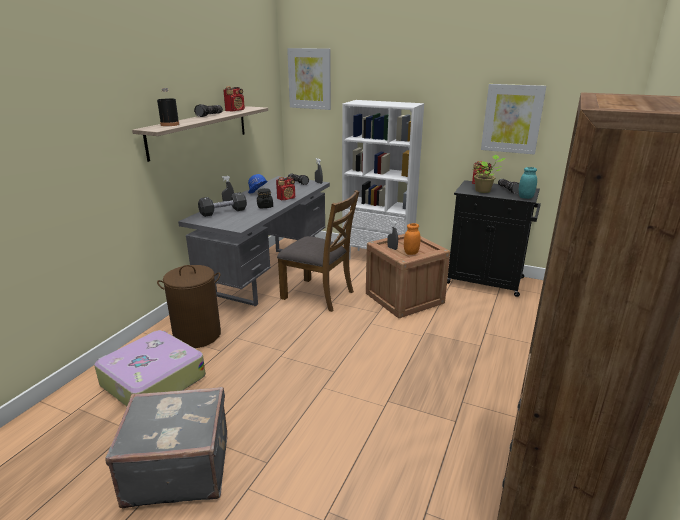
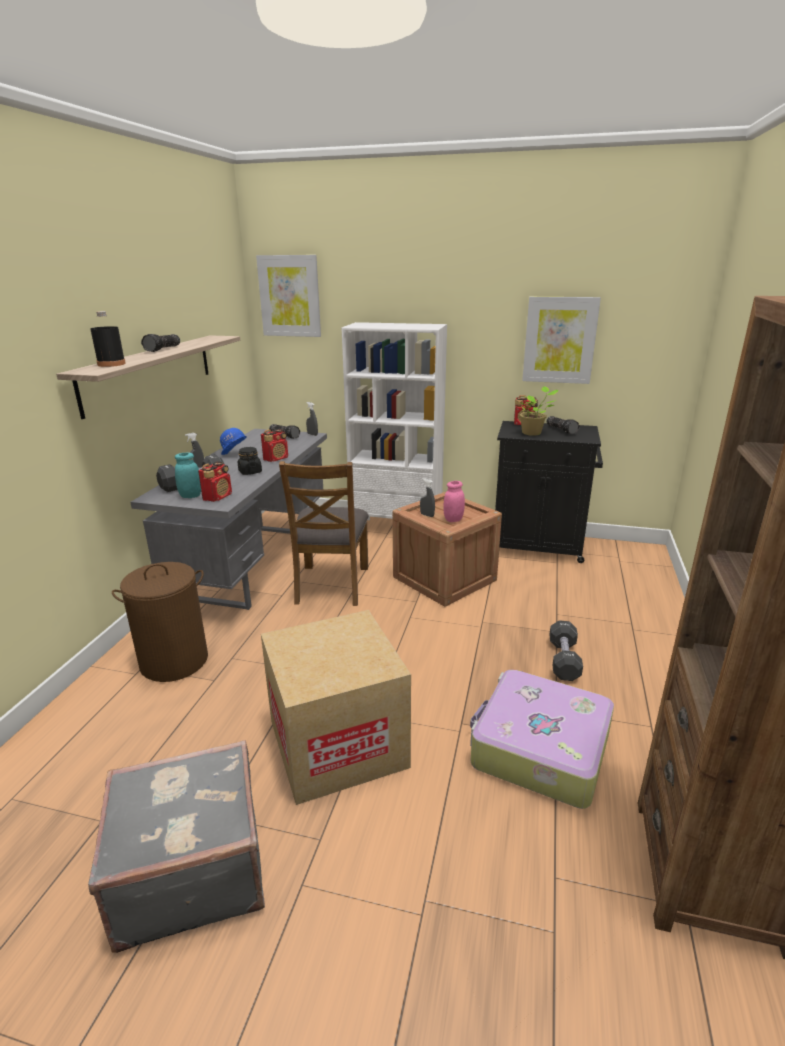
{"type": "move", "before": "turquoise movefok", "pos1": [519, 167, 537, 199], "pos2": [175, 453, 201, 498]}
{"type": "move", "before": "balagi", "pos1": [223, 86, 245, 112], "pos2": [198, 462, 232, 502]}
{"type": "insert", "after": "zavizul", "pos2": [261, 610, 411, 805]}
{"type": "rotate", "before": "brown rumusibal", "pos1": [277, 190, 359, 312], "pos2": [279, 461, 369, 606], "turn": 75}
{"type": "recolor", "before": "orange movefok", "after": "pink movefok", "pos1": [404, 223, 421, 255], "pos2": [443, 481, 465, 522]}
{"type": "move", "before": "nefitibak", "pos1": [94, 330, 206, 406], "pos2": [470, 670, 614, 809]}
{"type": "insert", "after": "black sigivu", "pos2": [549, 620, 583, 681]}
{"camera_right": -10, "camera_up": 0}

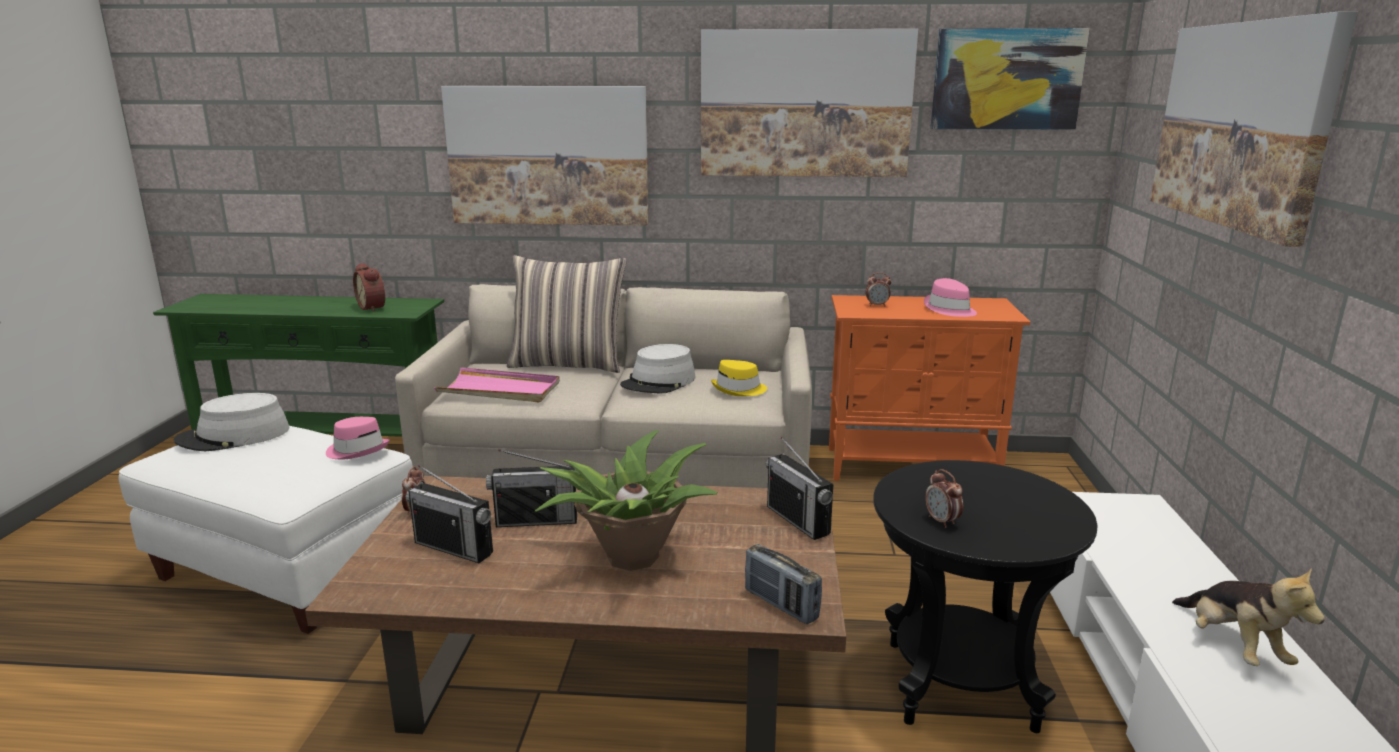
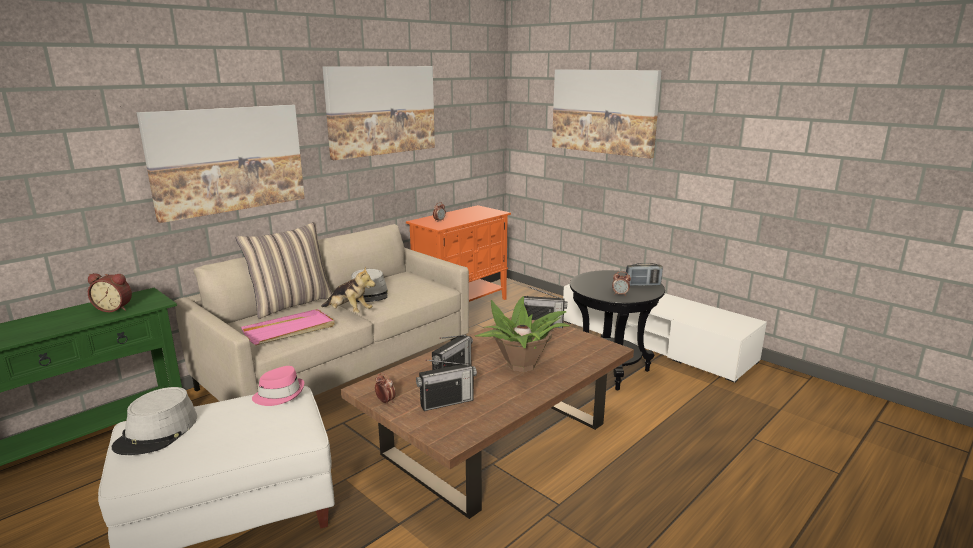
{"type": "move", "before": "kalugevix", "pos1": [1172, 568, 1325, 666], "pos2": [321, 266, 375, 313]}
{"type": "move", "before": "balagi", "pos1": [745, 544, 822, 624], "pos2": [626, 263, 663, 286]}
{"type": "delete", "before": "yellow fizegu", "pos1": [711, 360, 767, 396]}
{"type": "delete", "before": "pink fizegu", "pos1": [924, 278, 977, 317]}
{"type": "delete", "before": "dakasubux", "pos1": [931, 28, 1090, 130]}
{"camera_right": -50, "camera_up": 0}

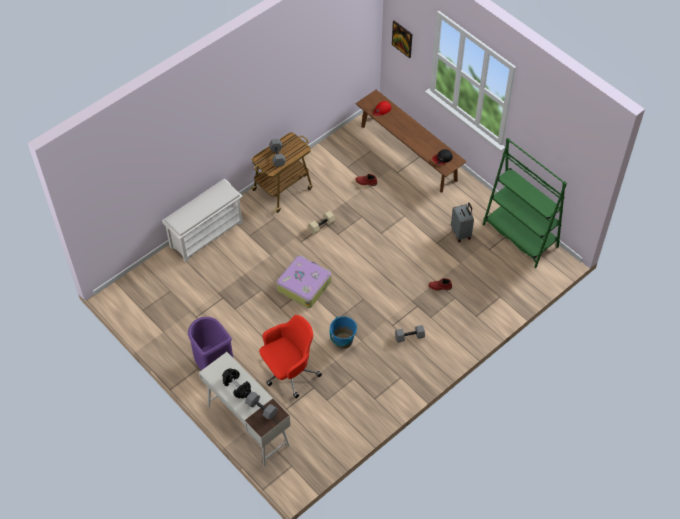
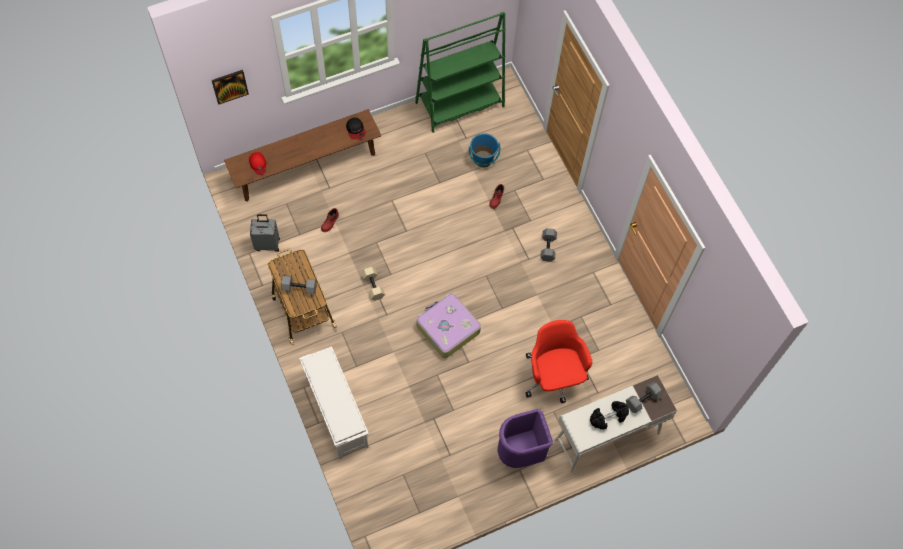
{"type": "move", "before": "grey nefitibak", "pos1": [451, 203, 474, 242], "pos2": [250, 214, 280, 252]}
{"type": "move", "before": "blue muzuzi", "pos1": [330, 316, 357, 349], "pos2": [469, 133, 500, 167]}
{"camera_right": -75, "camera_up": 10}

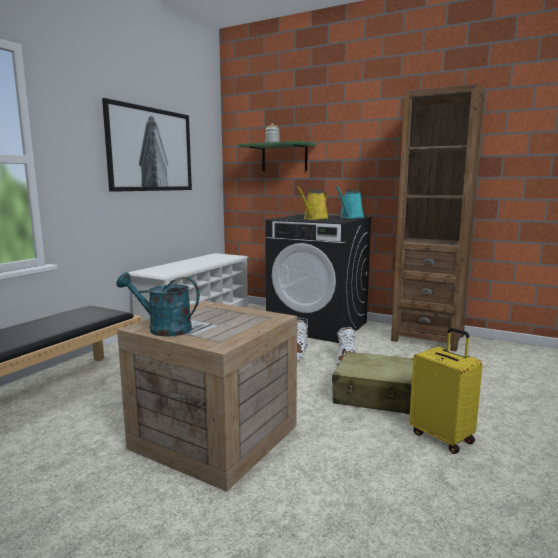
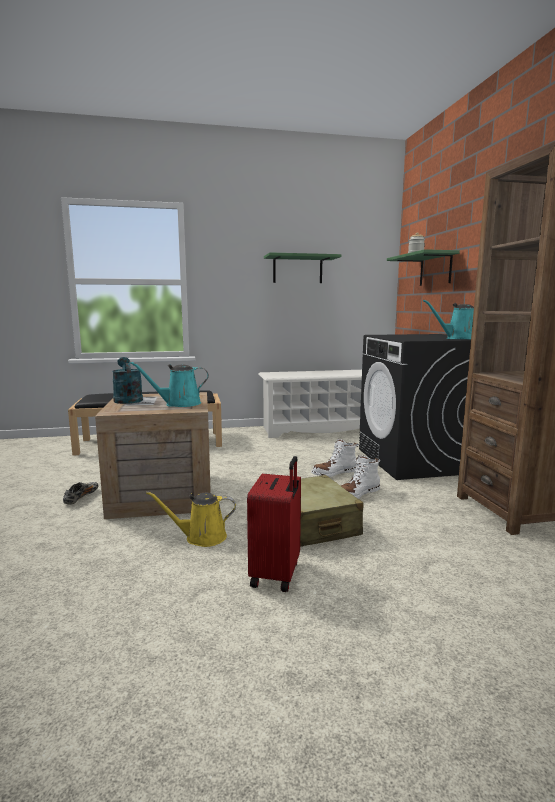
{"type": "insert", "after": "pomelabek", "pos2": [63, 482, 99, 505]}
{"type": "insert", "after": "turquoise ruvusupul", "pos2": [130, 362, 209, 407]}
{"type": "move", "before": "yellow ruvusupul", "pos1": [297, 186, 329, 220], "pos2": [146, 491, 236, 547]}
{"type": "recolor", "before": "yellow nefitibak", "after": "red nefitibak", "pos1": [409, 328, 483, 454], "pos2": [247, 456, 301, 592]}
{"type": "replace", "before": "dakasubux", "after": "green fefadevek", "pos1": [102, 98, 192, 192], "pos2": [264, 252, 342, 283]}
{"camera_right": 50, "camera_up": 0}

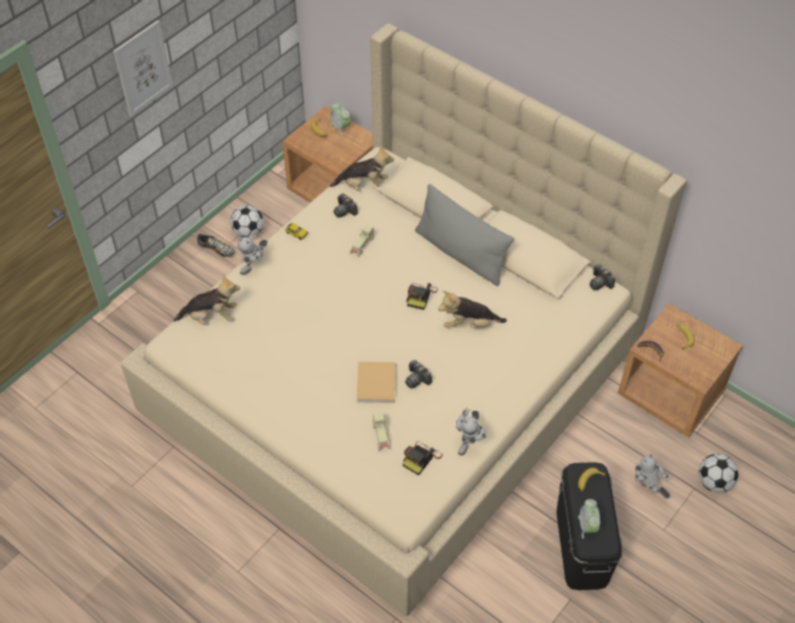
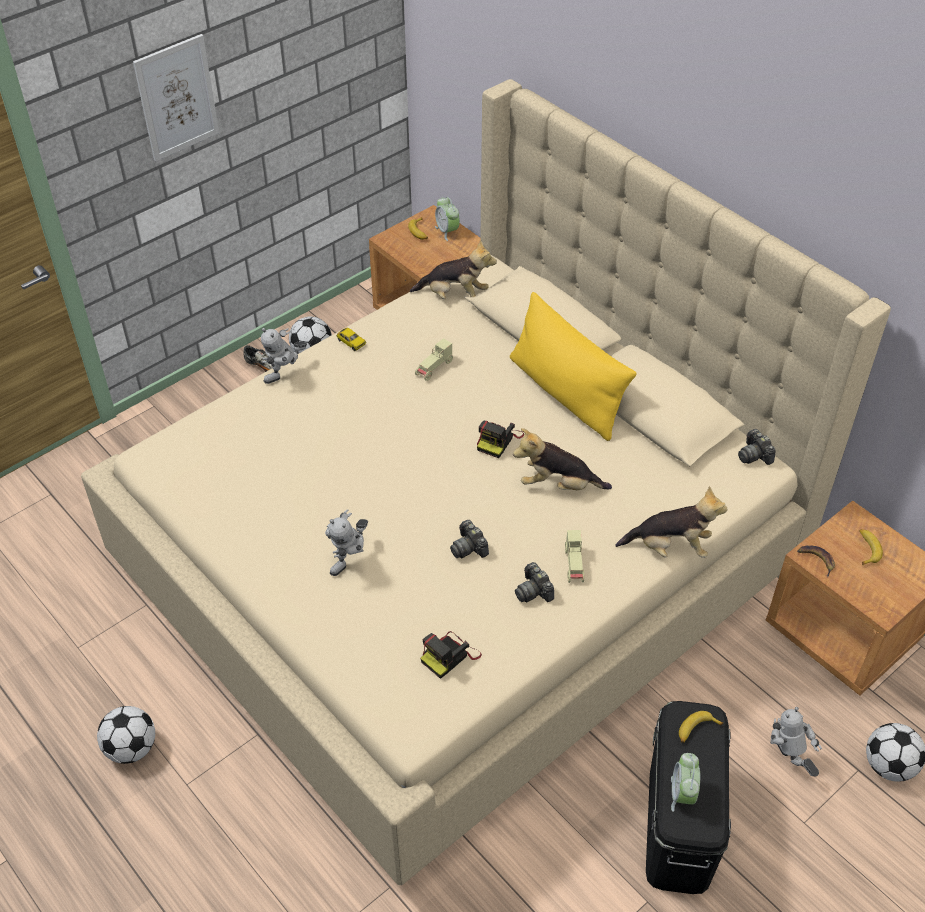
{"type": "insert", "after": "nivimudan", "pos2": [97, 706, 155, 764]}
{"type": "move", "before": "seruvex", "pos1": [456, 407, 486, 456], "pos2": [325, 509, 368, 576]}
{"type": "recolor", "before": "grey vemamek", "after": "yellow vemamek", "pos1": [415, 184, 515, 286], "pos2": [510, 292, 637, 441]}
{"type": "move", "before": "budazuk", "pos1": [333, 193, 358, 218], "pos2": [515, 562, 554, 603]}
{"type": "move", "before": "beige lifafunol", "pos1": [373, 411, 390, 451], "pos2": [565, 530, 585, 583]}
{"type": "move", "before": "kalugevix", "pos1": [173, 275, 240, 325], "pos2": [615, 486, 727, 558]}
{"type": "delete", "before": "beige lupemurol", "pos1": [357, 362, 395, 403]}
{"camera_right": 10, "camera_up": -5}

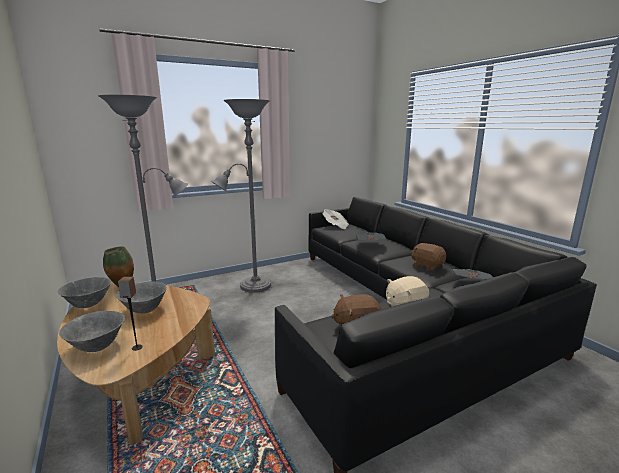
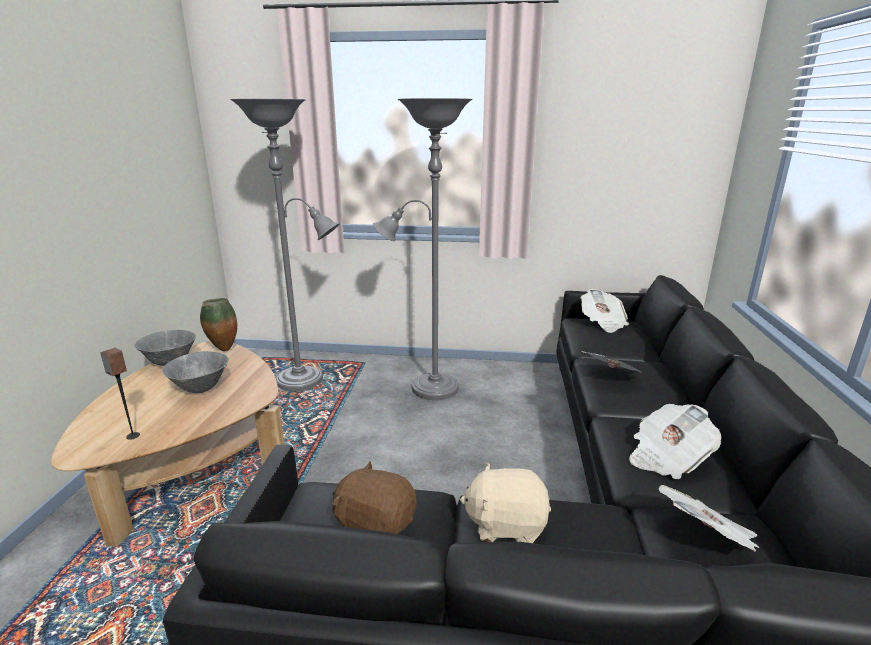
{"type": "replace", "before": "brown kalugevix", "after": "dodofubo", "pos1": [411, 243, 446, 271], "pos2": [629, 404, 721, 479]}
{"type": "delete", "before": "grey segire", "pos1": [59, 311, 125, 352]}
{"camera_right": 35, "camera_up": 5}

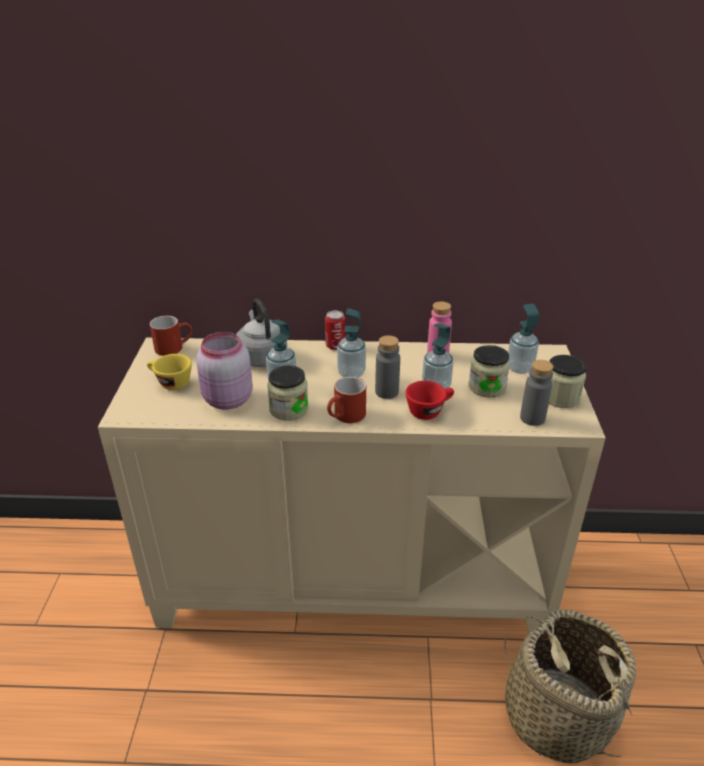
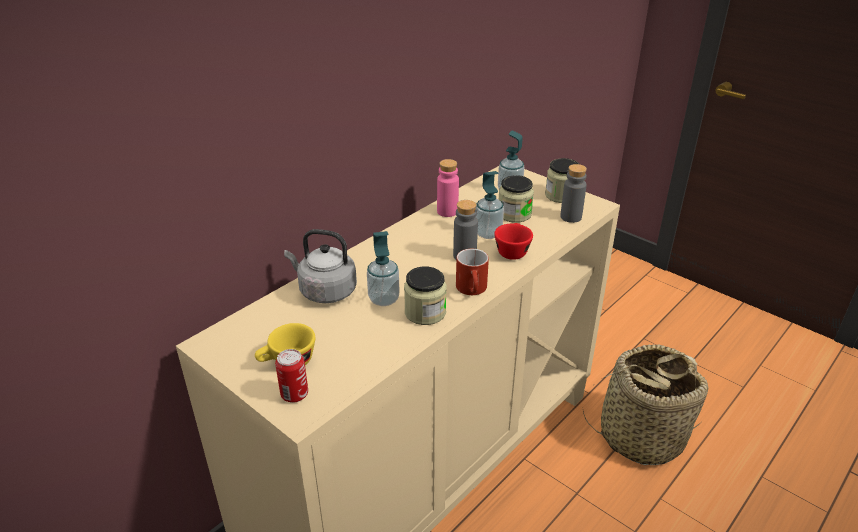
{"type": "move", "before": "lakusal", "pos1": [325, 310, 345, 350], "pos2": [275, 349, 308, 403]}
{"type": "delete", "before": "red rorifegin", "pos1": [150, 316, 192, 356]}
{"type": "delete", "before": "pink movefok", "pos1": [196, 332, 253, 409]}
{"type": "delete", "before": "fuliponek", "pos1": [337, 308, 366, 378]}
{"camera_right": -50, "camera_up": 0}

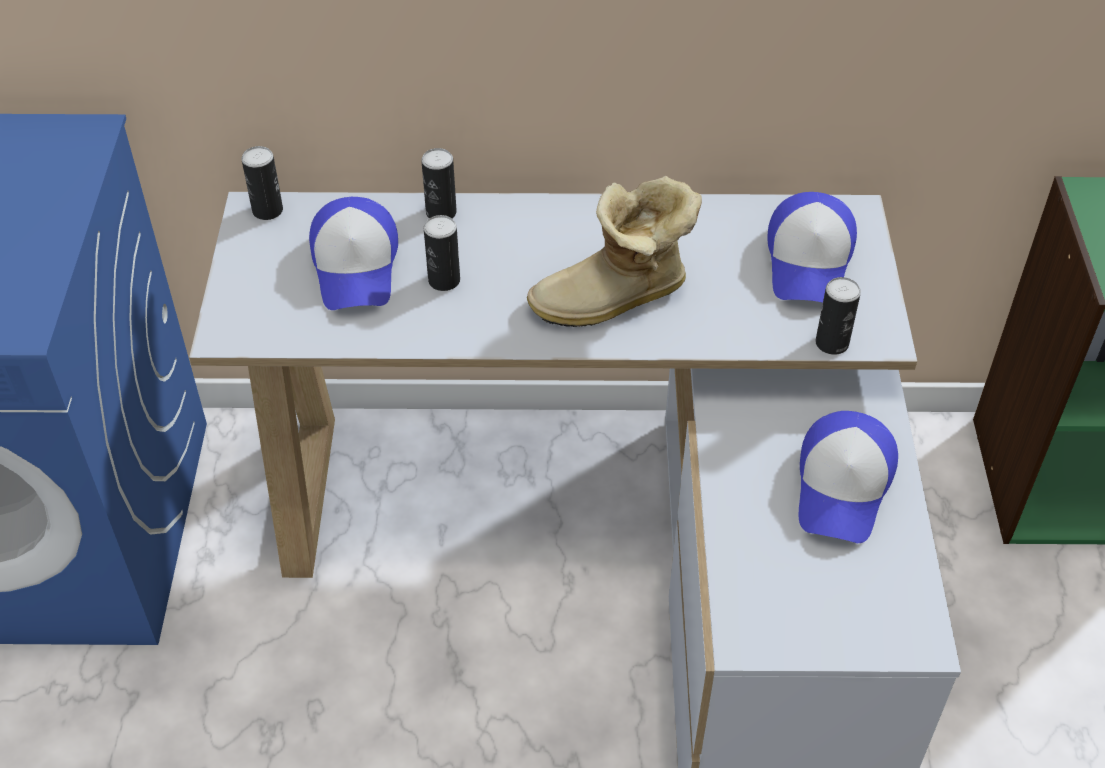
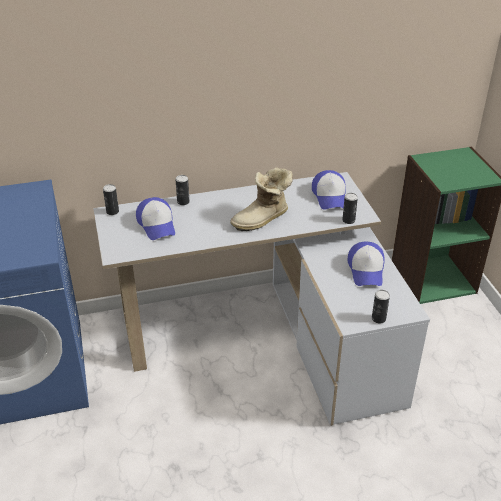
{"type": "move", "before": "lakusal", "pos1": [424, 215, 460, 291], "pos2": [372, 290, 390, 323]}
{"camera_right": -15, "camera_up": -10}

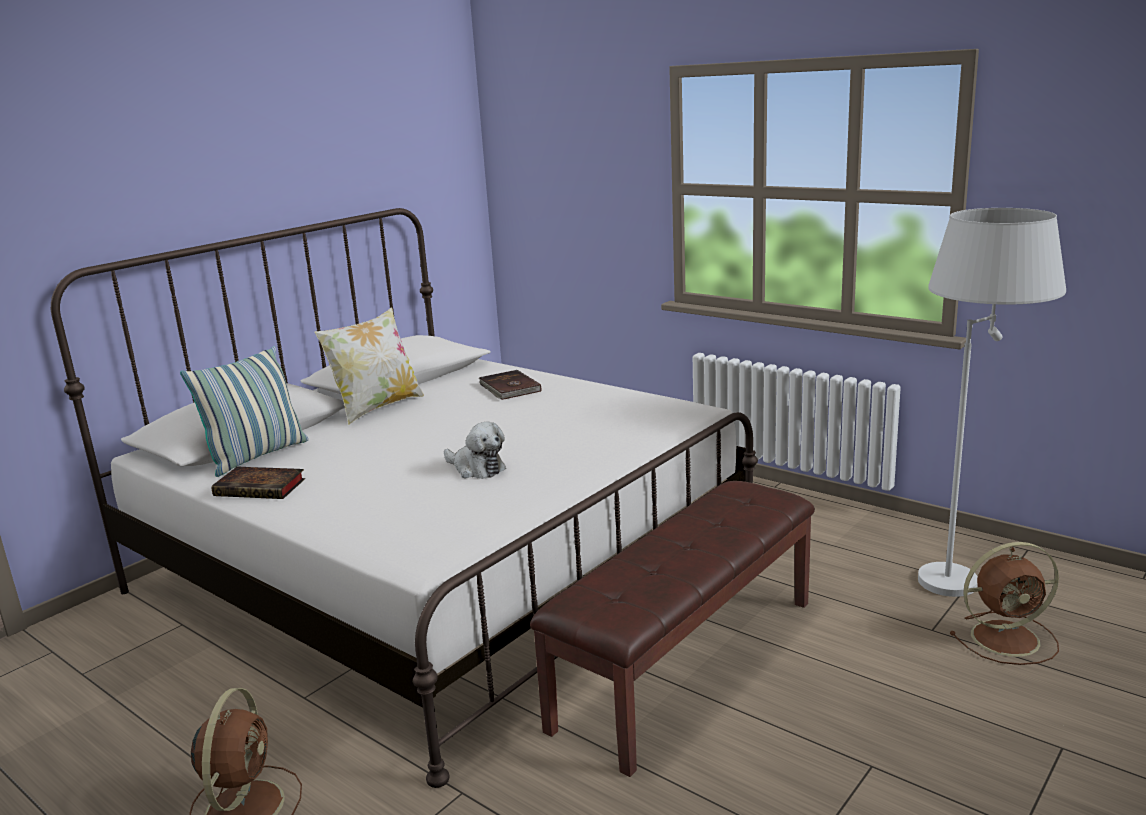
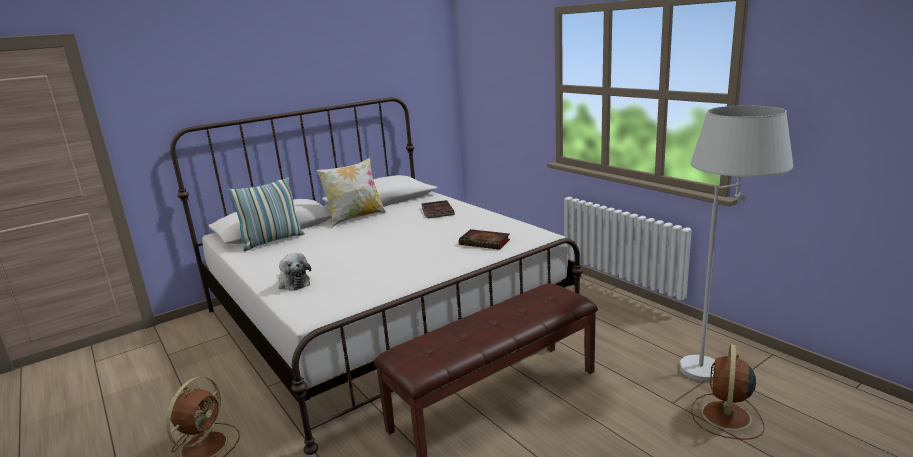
{"type": "move", "before": "kalugevix", "pos1": [444, 422, 506, 479], "pos2": [279, 253, 311, 291]}
{"type": "move", "before": "lupemurol", "pos1": [212, 466, 305, 499], "pos2": [459, 229, 510, 250]}
{"type": "rotate", "before": "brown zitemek", "pos1": [949, 542, 1059, 665], "pos2": [691, 344, 765, 440], "turn": 105}
{"camera_right": 15, "camera_up": 0}

